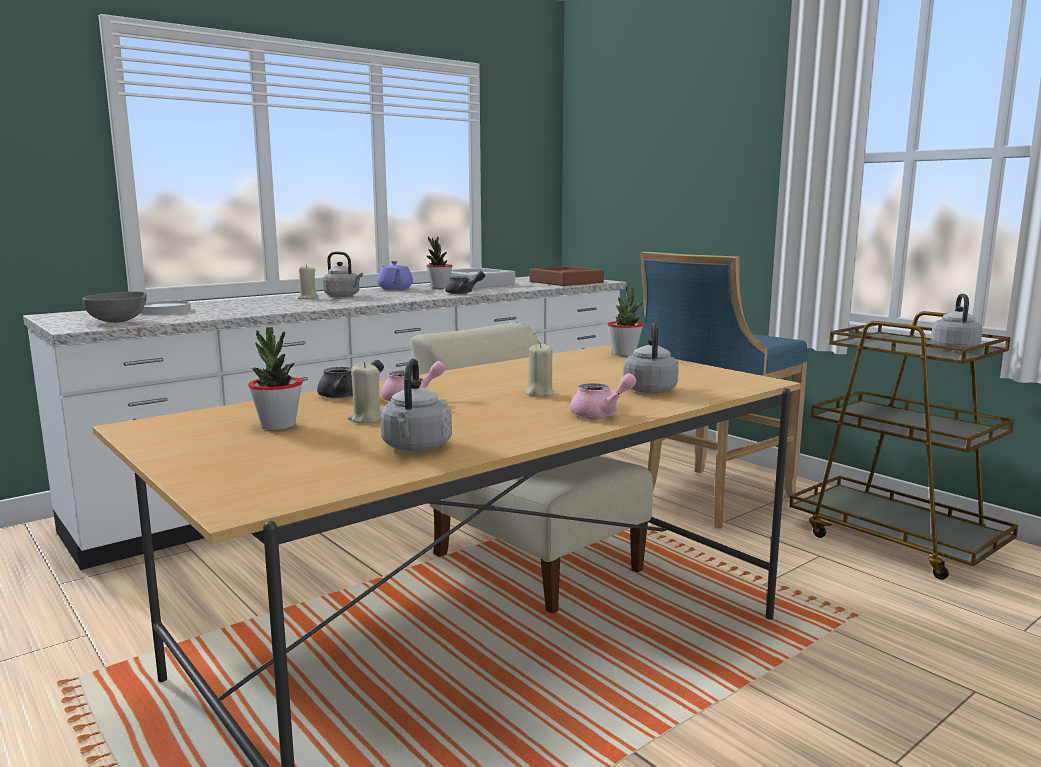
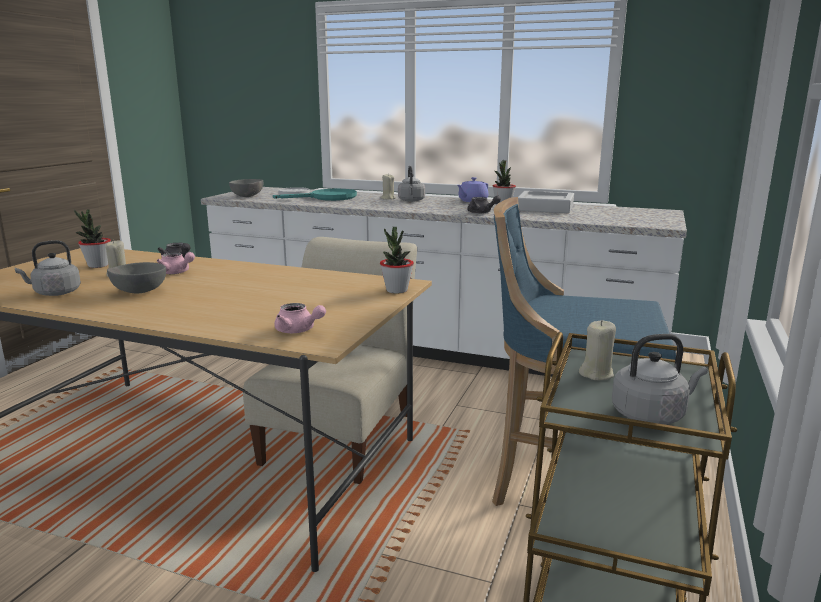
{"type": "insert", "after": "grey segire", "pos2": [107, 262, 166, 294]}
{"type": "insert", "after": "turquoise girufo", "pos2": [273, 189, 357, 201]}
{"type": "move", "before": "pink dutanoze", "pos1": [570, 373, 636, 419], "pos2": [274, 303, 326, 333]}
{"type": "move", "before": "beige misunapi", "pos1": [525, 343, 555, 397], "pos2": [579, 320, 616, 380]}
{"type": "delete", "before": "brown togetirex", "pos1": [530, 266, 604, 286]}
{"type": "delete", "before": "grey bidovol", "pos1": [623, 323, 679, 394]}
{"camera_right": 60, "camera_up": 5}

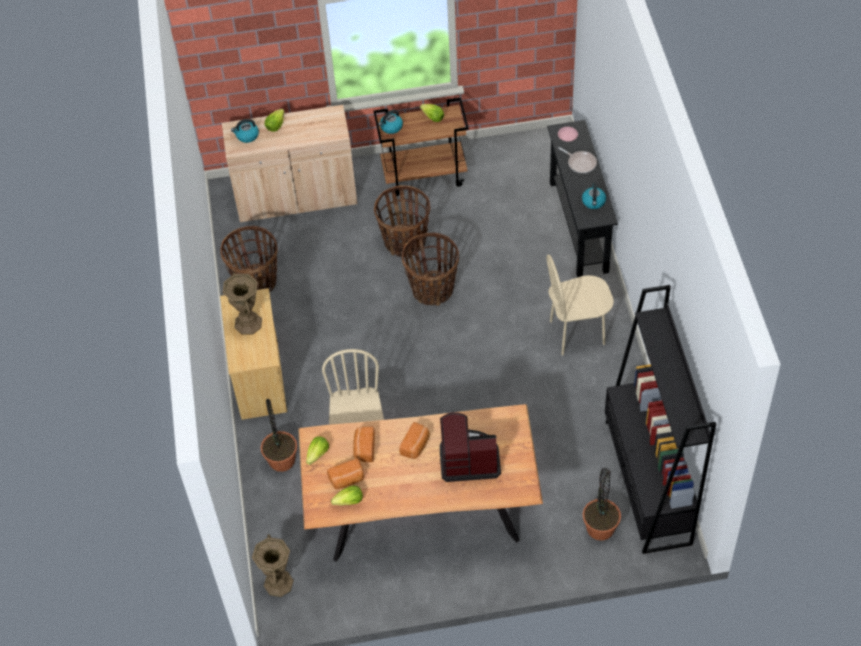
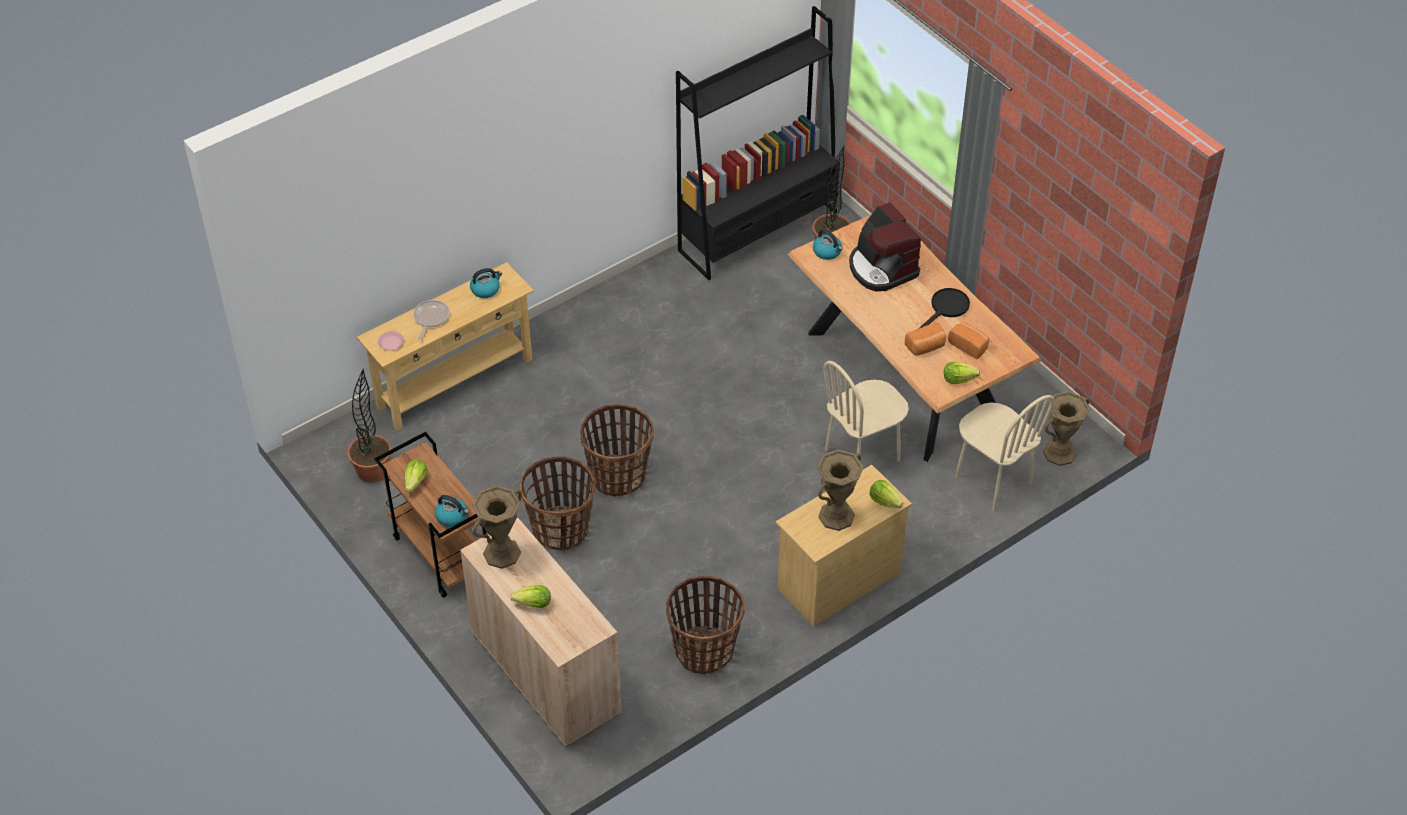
{"type": "move", "before": "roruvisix", "pos1": [261, 399, 297, 472], "pos2": [348, 369, 391, 482]}
{"type": "recolor", "before": "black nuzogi", "after": "beige nuzogi", "pos1": [547, 120, 618, 278], "pos2": [357, 262, 534, 431]}
{"type": "insert", "after": "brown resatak", "pos2": [472, 485, 522, 569]}
{"type": "move", "before": "bidovol", "pos1": [231, 119, 259, 143], "pos2": [813, 229, 843, 260]}
{"type": "move", "before": "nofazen", "pos1": [331, 485, 363, 506], "pos2": [870, 480, 903, 508]}
{"type": "insert", "after": "black girufo", "pos2": [918, 288, 970, 329]}
{"type": "move", "before": "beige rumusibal", "pos1": [546, 254, 614, 356], "pos2": [955, 395, 1054, 511]}
{"type": "delete", "before": "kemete", "pos1": [399, 422, 430, 459]}
{"camera_right": -120, "camera_up": -5}

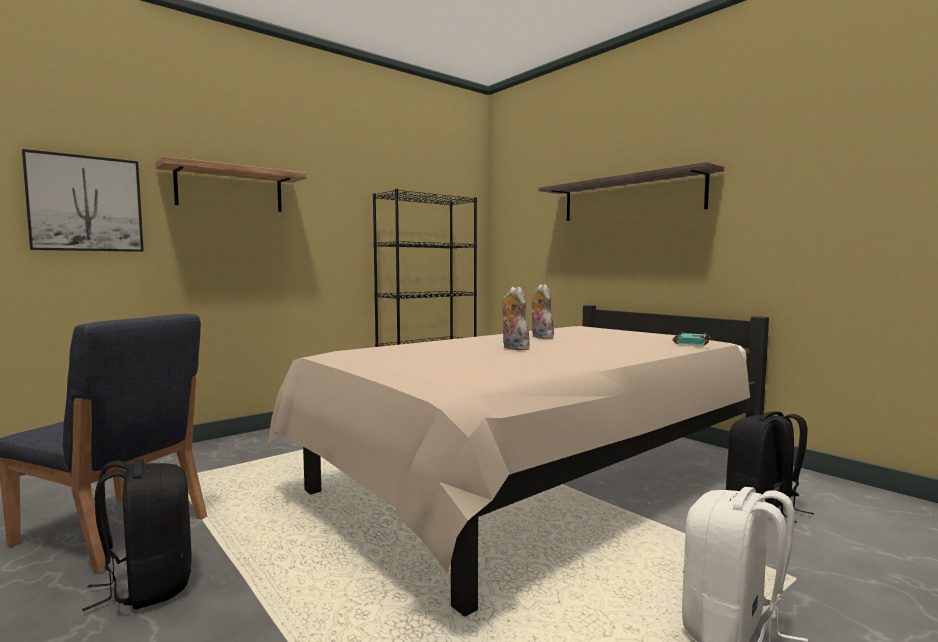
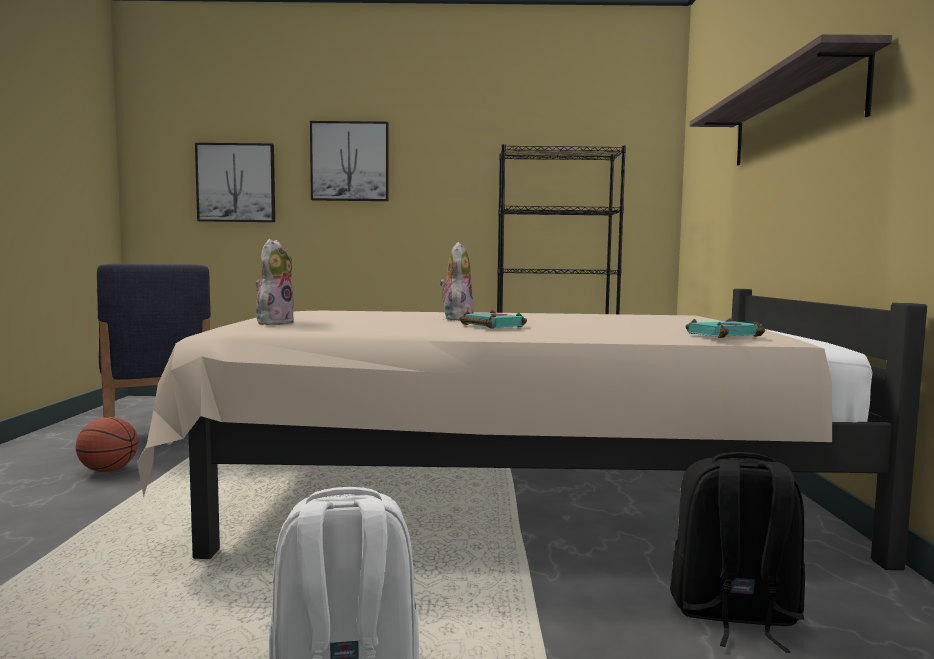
{"type": "replace", "before": "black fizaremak", "after": "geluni", "pos1": [82, 459, 192, 611], "pos2": [76, 417, 138, 472]}
{"type": "move", "before": "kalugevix", "pos1": [531, 284, 554, 339], "pos2": [256, 239, 294, 325]}
{"type": "replace", "before": "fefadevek", "after": "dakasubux", "pos1": [155, 156, 306, 212], "pos2": [310, 121, 388, 201]}
{"type": "insert", "after": "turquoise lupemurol", "pos2": [459, 310, 527, 329]}
{"camera_right": 40, "camera_up": 0}

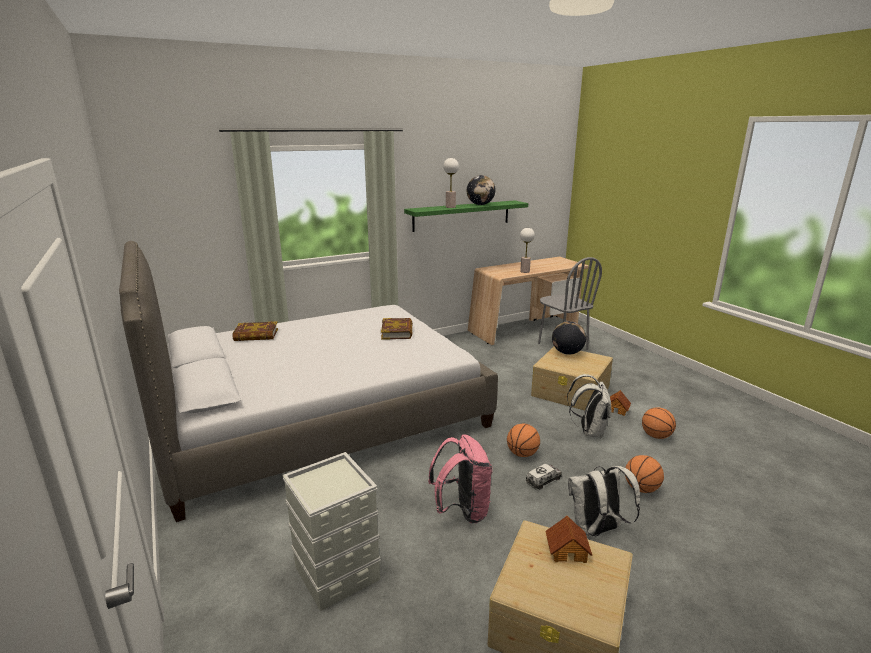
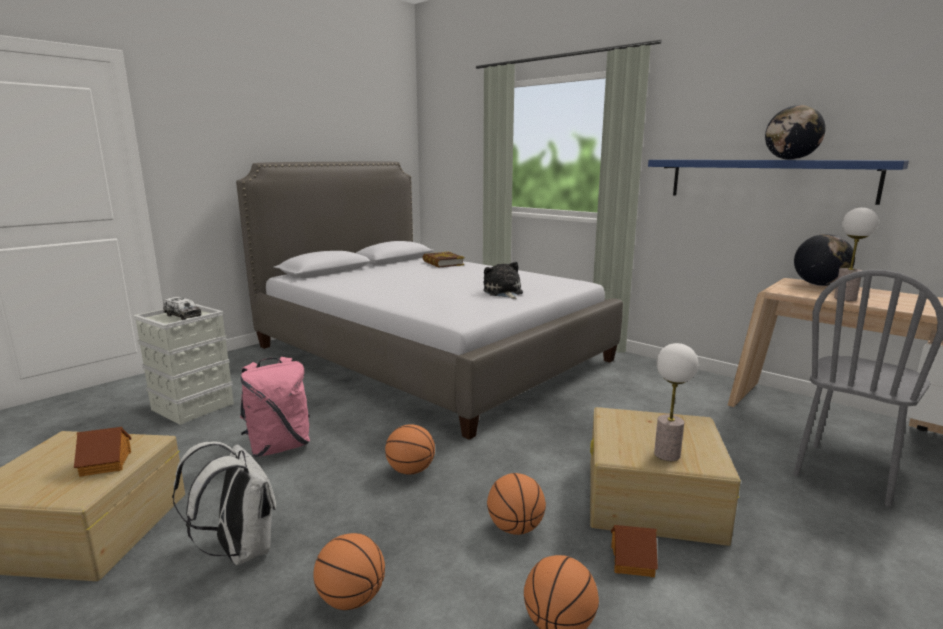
{"type": "move", "before": "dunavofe", "pos1": [525, 464, 562, 490], "pos2": [163, 297, 201, 320]}
{"type": "replace", "before": "lupemurol", "after": "kalugevix", "pos1": [381, 318, 413, 340], "pos2": [483, 262, 523, 299]}
{"type": "replace", "before": "white fizaremak", "after": "geluni", "pos1": [567, 374, 612, 438], "pos2": [487, 473, 546, 535]}
{"type": "recolor", "before": "green fefadevek", "after": "blue fefadevek", "pos1": [404, 200, 528, 232], "pos2": [648, 160, 909, 205]}
{"type": "move", "before": "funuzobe", "pos1": [443, 158, 459, 208], "pos2": [654, 343, 698, 461]}
{"type": "move", "before": "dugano", "pos1": [552, 321, 586, 355], "pos2": [794, 234, 855, 286]}
{"camera_right": 70, "camera_up": -5}

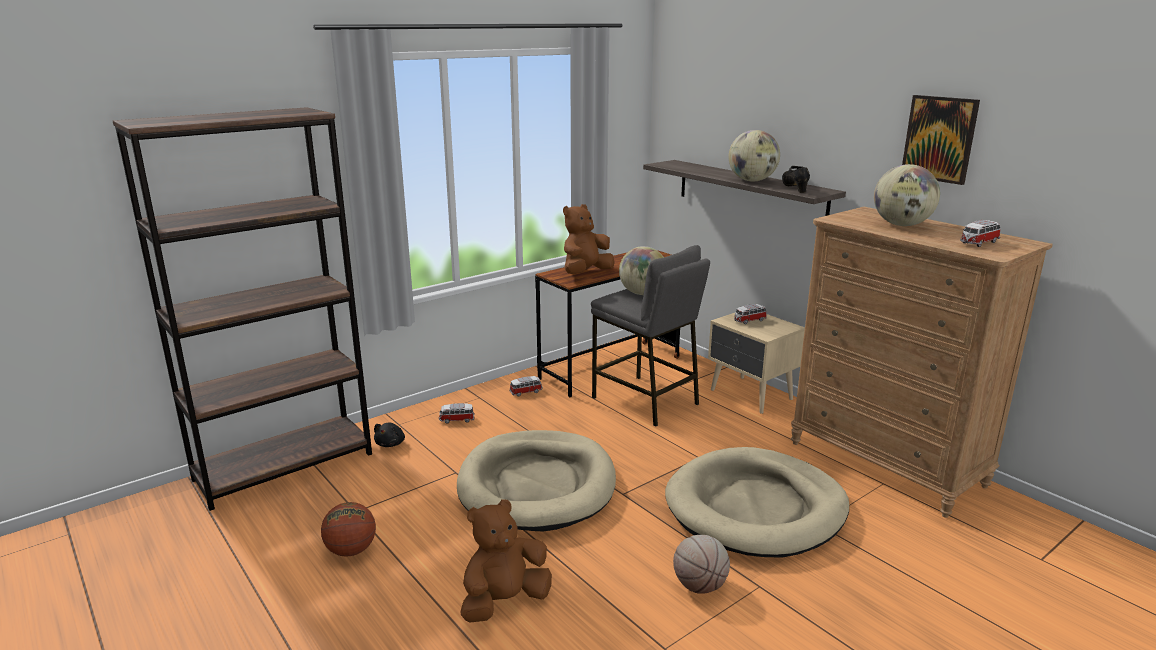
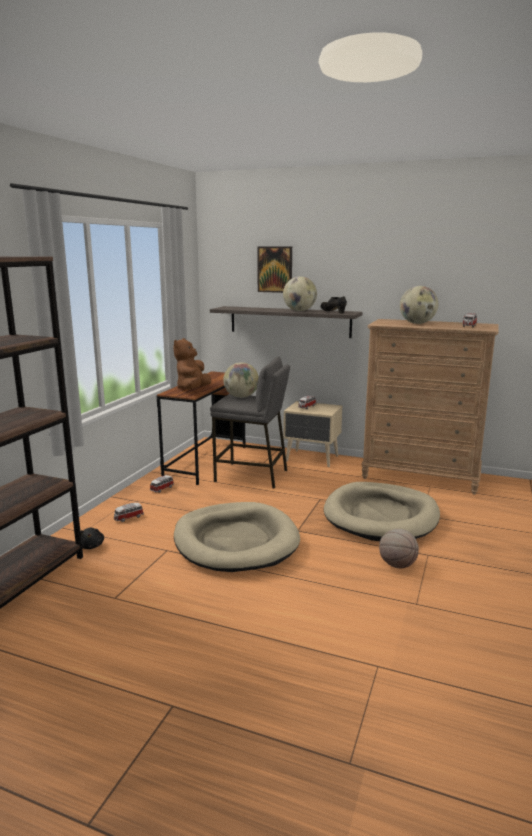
{"type": "move", "before": "dakasubux", "pos1": [902, 95, 980, 185], "pos2": [257, 247, 292, 293]}
{"type": "delete", "before": "geluni", "pos1": [321, 502, 376, 557]}
{"type": "delete", "before": "brown kalugevix", "pos1": [460, 499, 552, 622]}
{"camera_right": -30, "camera_up": -5}

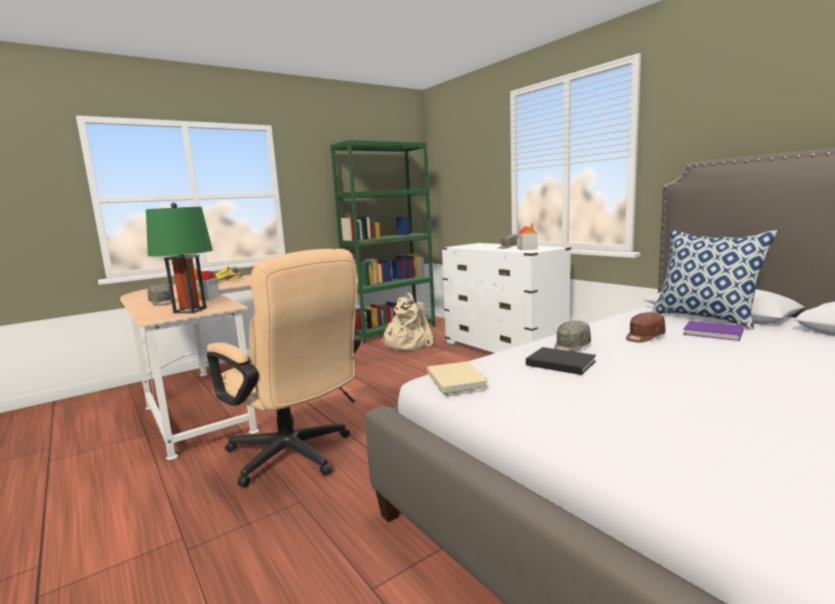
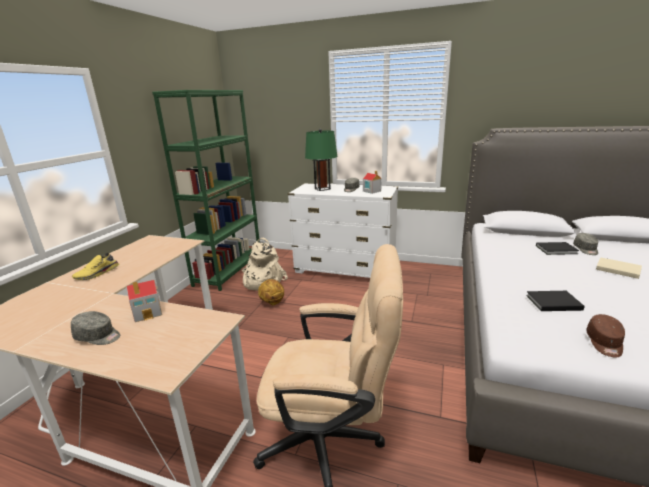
{"type": "insert", "after": "geluni", "pos2": [258, 279, 284, 305]}
{"type": "move", "before": "green funuzobe", "pos1": [146, 202, 213, 313], "pos2": [305, 129, 337, 191]}
{"type": "recolor", "before": "purple lupemurol", "after": "black lupemurol", "pos1": [683, 321, 744, 341], "pos2": [536, 242, 579, 255]}
{"type": "move", "before": "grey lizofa", "pos1": [554, 321, 591, 352], "pos2": [573, 233, 598, 255]}
{"type": "move", "before": "brown lizofa", "pos1": [626, 312, 665, 342], "pos2": [586, 314, 625, 357]}
{"type": "move", "before": "beige lupemurol", "pos1": [427, 361, 488, 394], "pos2": [596, 257, 642, 279]}
{"type": "delete", "before": "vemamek", "pos1": [652, 229, 777, 330]}
{"camera_right": -35, "camera_up": 10}

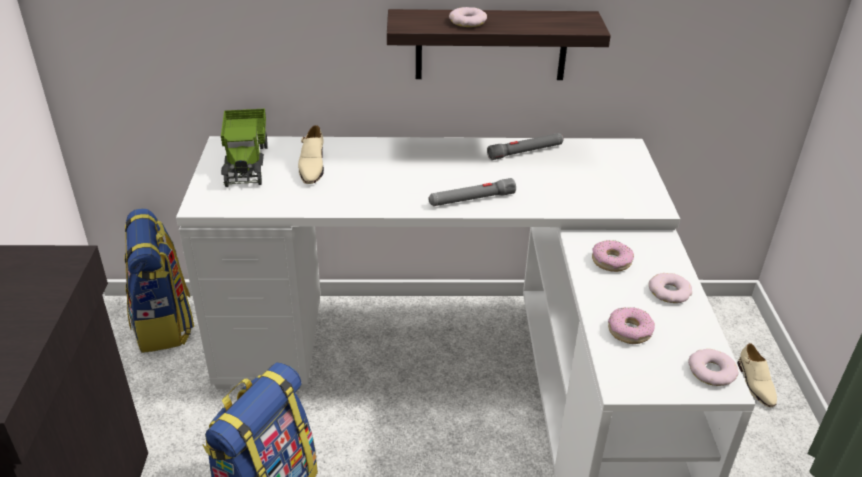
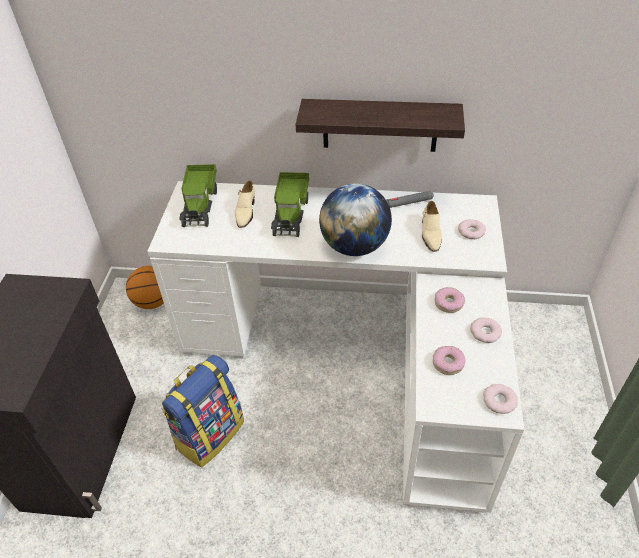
{"type": "replace", "before": "fizaremak", "after": "geluni", "pos1": [124, 209, 194, 353], "pos2": [126, 266, 164, 309]}
{"type": "insert", "after": "dunavofe", "pos2": [271, 172, 309, 237]}
{"type": "replace", "before": "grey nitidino", "after": "dugano", "pos1": [428, 178, 516, 206], "pos2": [319, 183, 392, 256]}
{"type": "move", "before": "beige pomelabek", "pos1": [738, 343, 777, 407], "pos2": [422, 201, 442, 252]}
{"type": "move", "before": "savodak", "pos1": [449, 7, 487, 27], "pos2": [458, 219, 486, 239]}
{"camera_right": 10, "camera_up": 10}

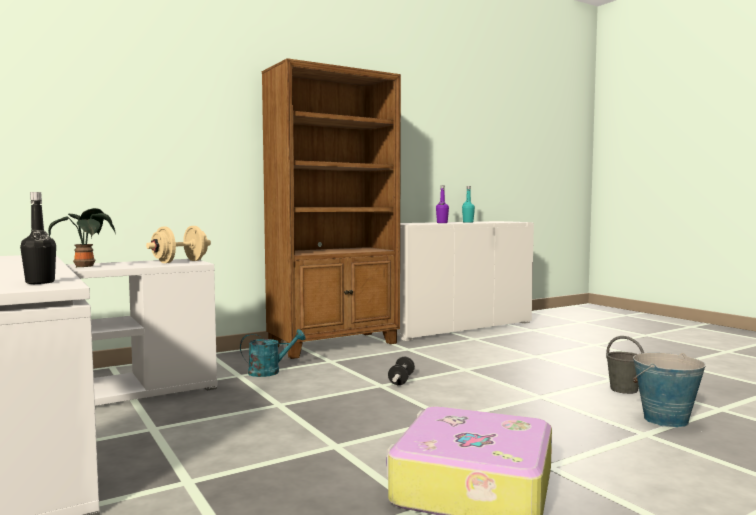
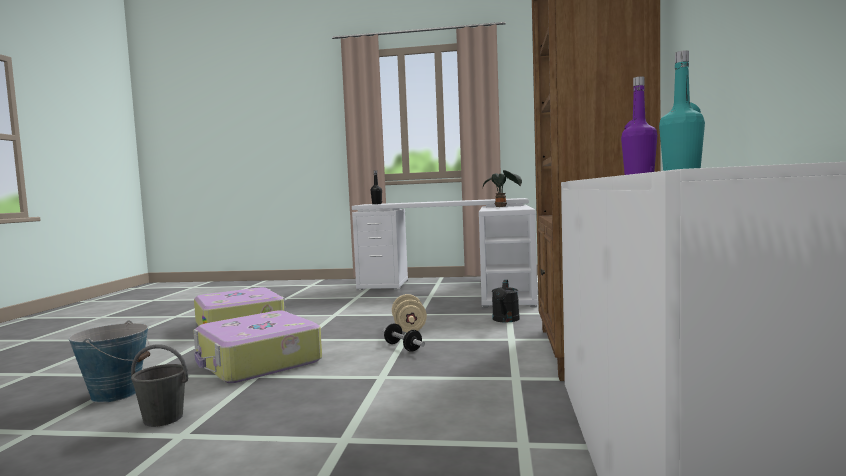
{"type": "insert", "after": "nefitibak", "pos2": [193, 310, 322, 383]}
{"type": "move", "before": "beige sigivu", "pos1": [146, 226, 211, 263], "pos2": [392, 294, 427, 332]}
{"type": "recolor", "before": "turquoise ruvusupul", "after": "black ruvusupul", "pos1": [240, 329, 305, 377], "pos2": [492, 280, 520, 323]}
{"camera_right": 130, "camera_up": 0}

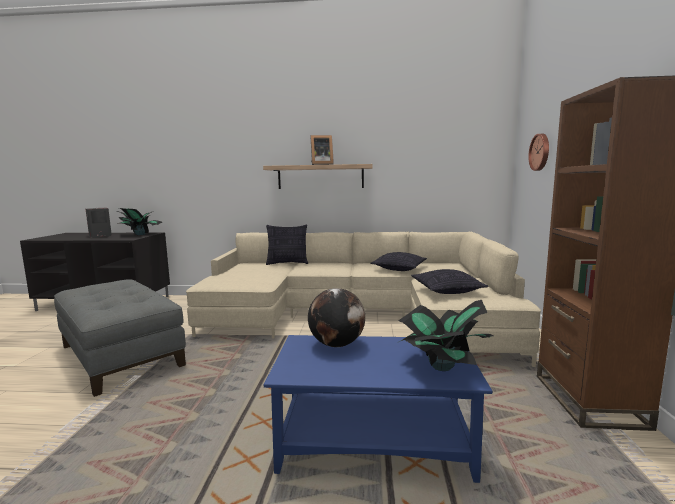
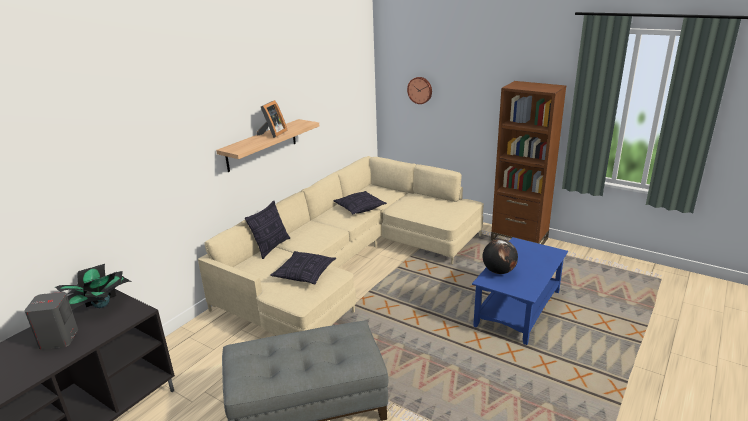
{"type": "move", "before": "vemamek", "pos1": [411, 269, 488, 294], "pos2": [270, 251, 336, 284]}
{"type": "delete", "before": "roruvisix", "pos1": [397, 300, 494, 371]}
{"camera_right": -60, "camera_up": 15}

